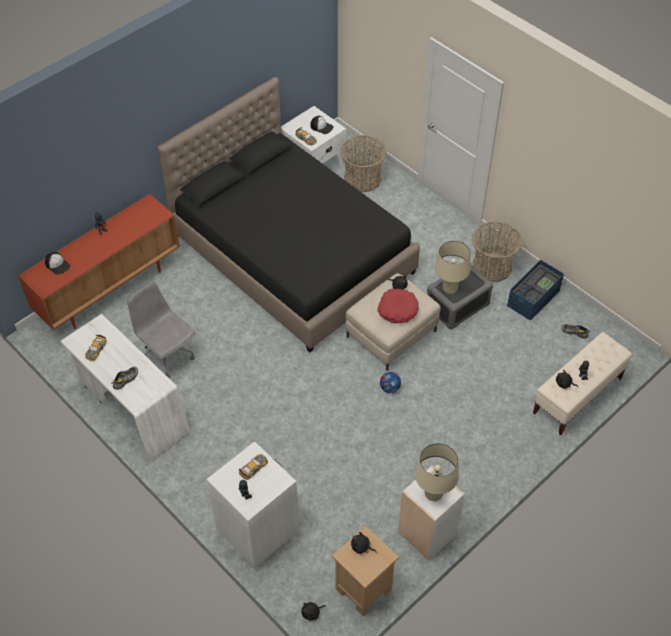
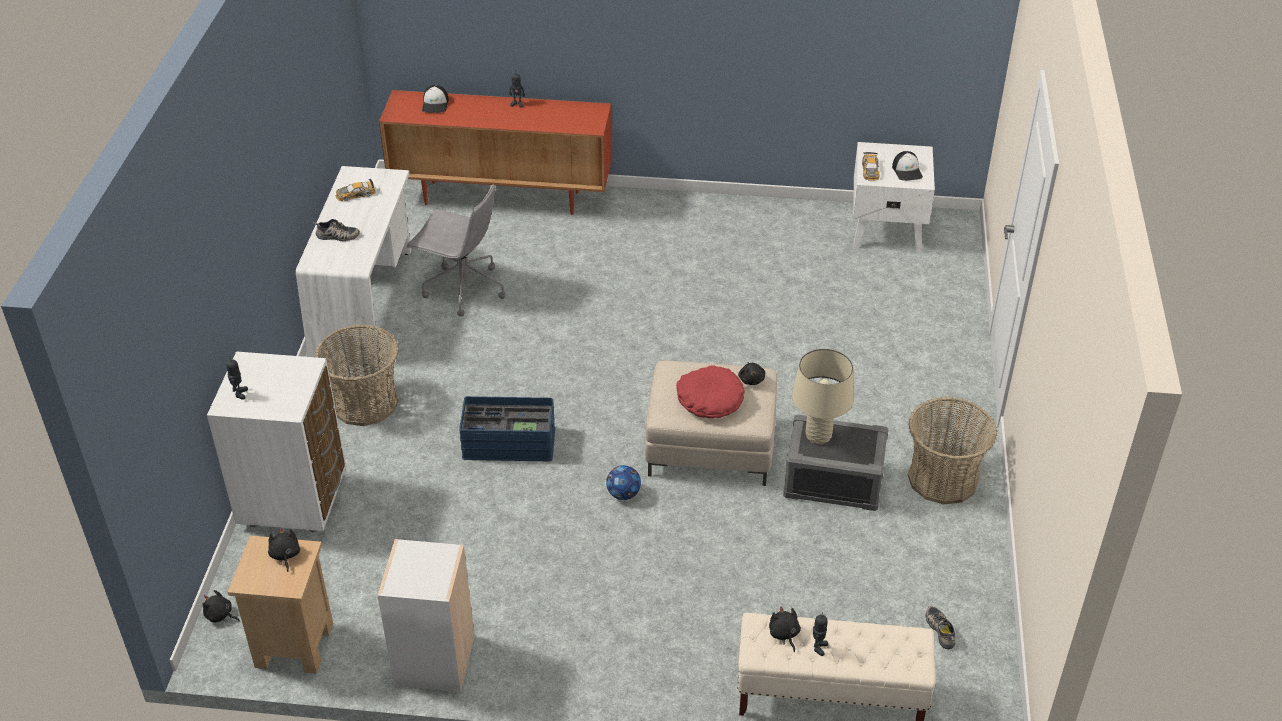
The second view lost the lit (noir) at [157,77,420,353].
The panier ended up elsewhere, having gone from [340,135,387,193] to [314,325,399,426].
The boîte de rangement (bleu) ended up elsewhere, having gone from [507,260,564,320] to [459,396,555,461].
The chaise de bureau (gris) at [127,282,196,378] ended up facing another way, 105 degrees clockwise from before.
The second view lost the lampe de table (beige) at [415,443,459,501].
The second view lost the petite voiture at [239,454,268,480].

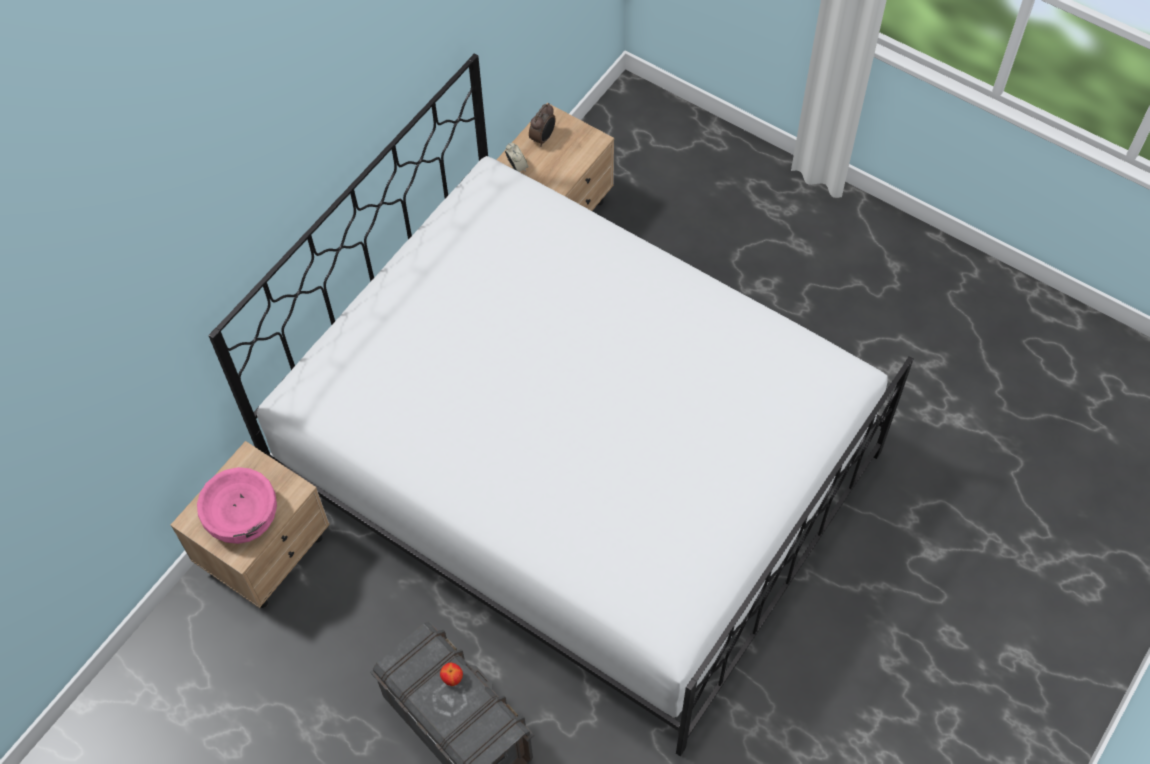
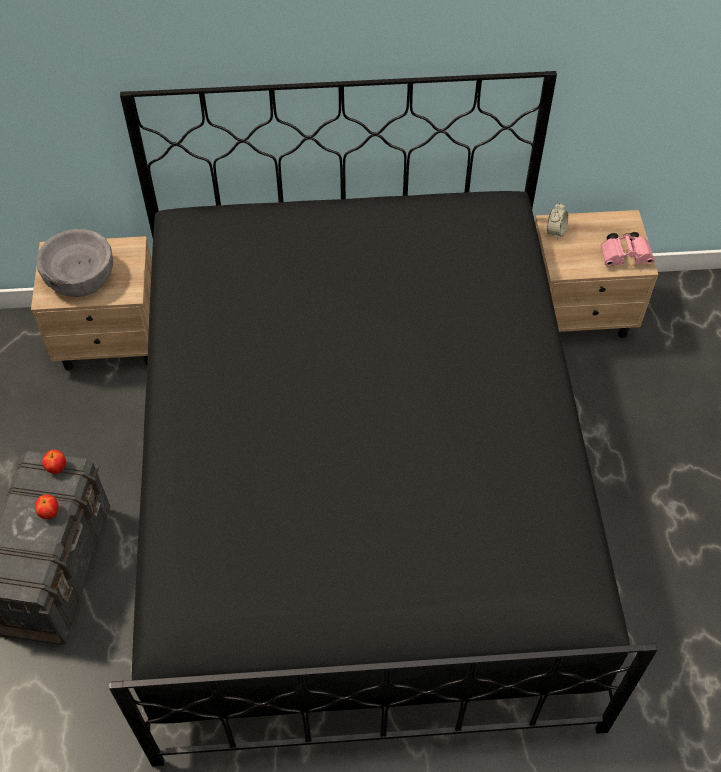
What was the lit (blanc) at [208,53,914,756] turned into the lit (noir) at [109,71,658,766].
The second view lost the réveil at [529,103,555,147].
What was the bol (rose) at [197,467,277,544] turned into the bol (gris) at [36,229,113,297].
The second view gained the jumelles (rose) at [601,232,655,266].
The second view gained the pomme at [42,450,66,474].

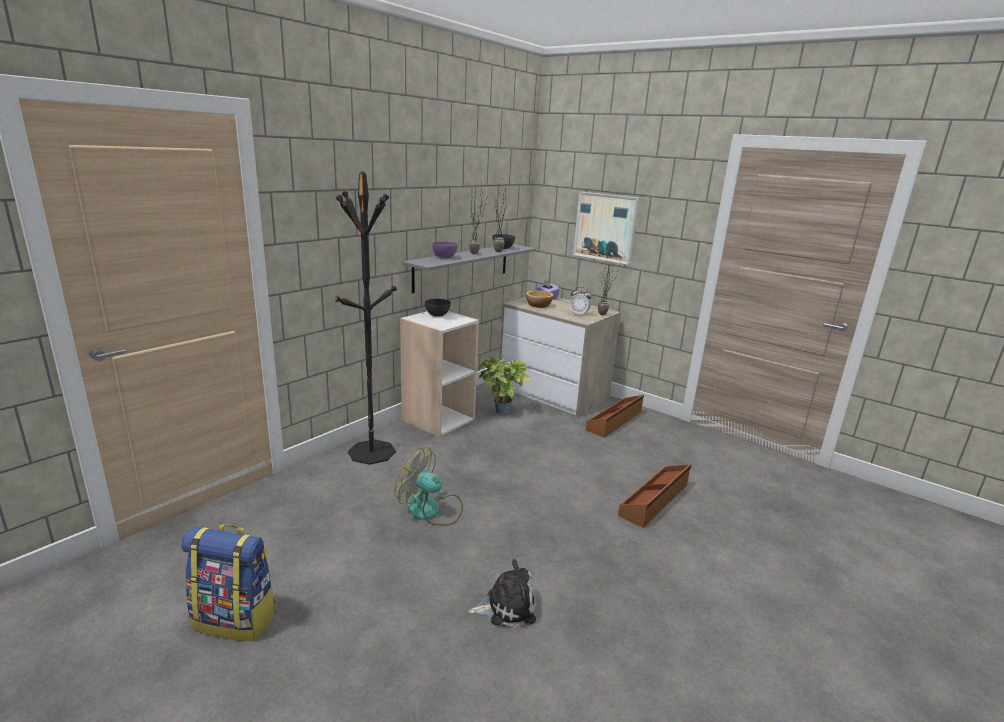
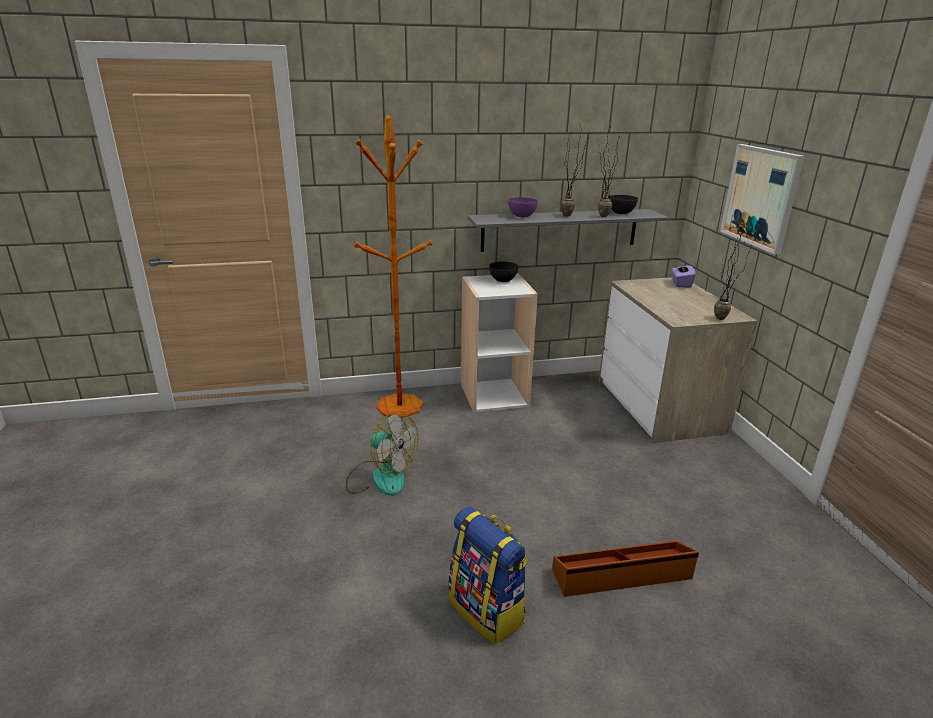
What was the portant (noir) at [334,171,397,465] turned into the portant (orange) at [354,115,433,418].
The second view lost the réveil at [570,287,591,316].
The second view lost the bol at [526,291,553,308].
The second view lost the plante en pot at [478,356,531,414].
The second view lost the boîte de rangement (marron) at [586,395,644,438].
The ventilateur at [394,447,463,526] ended up facing another way, 150 degrees clockwise from before.
The sac à dos ended up elsewhere, having gone from [181,524,276,641] to [449,506,528,644].
The second view lost the peluche at [468,559,536,628].

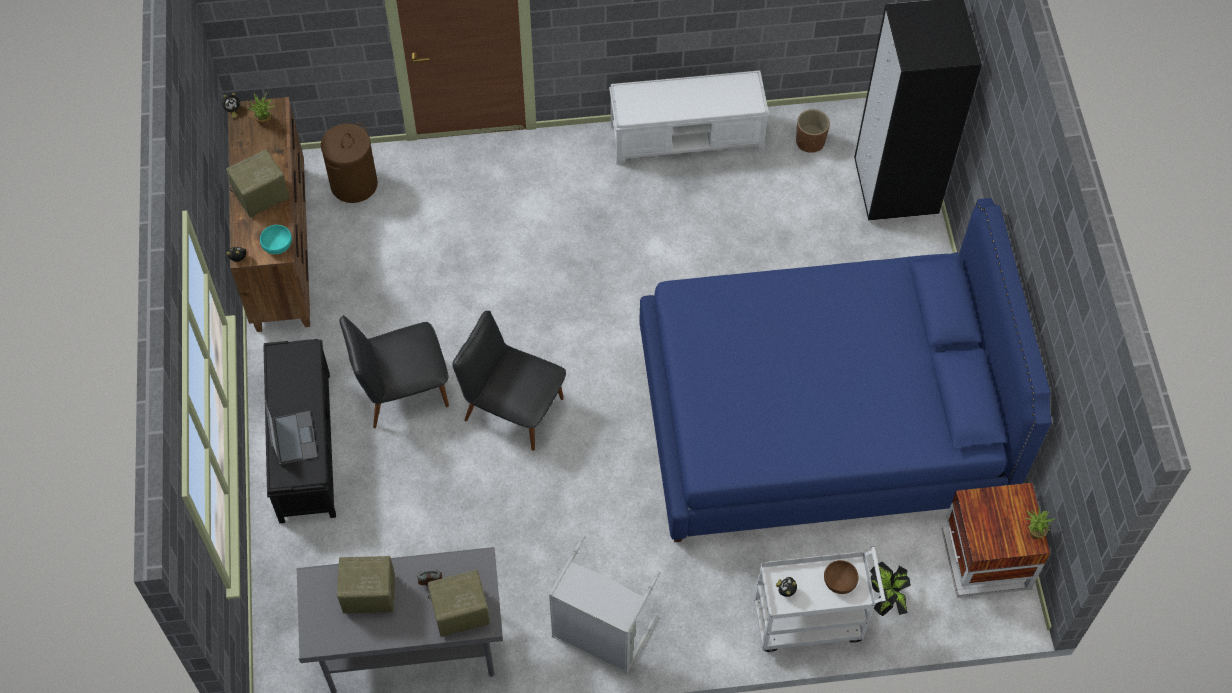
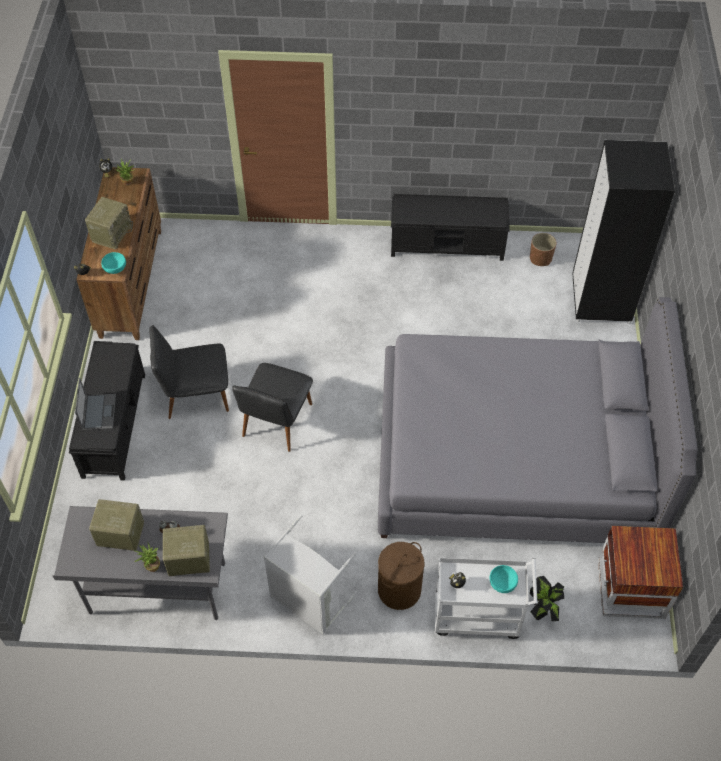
What was the banc (blanc) at [609,70,769,165] turned into the banc (noir) at [391,194,510,261].
The panier à linge (marron) ended up elsewhere, having gone from [321,123,378,203] to [378,542,425,610].
The radio at [226,149,289,218] ended up facing another way, 135 degrees clockwise from before.
What was the lit (bleu) at [639,198,1052,543] turned into the lit (gris) at [378,297,698,543].
The chaise (noir) at [452,311,566,451] ended up facing another way, 105 degrees counterclockwise from before.
The plante en pot ended up elsewhere, having gone from [1024,506,1055,539] to [133,543,160,572].
What was the bol (marron) at [824,560,859,594] turned into the bol (turquoise) at [490,565,518,593].

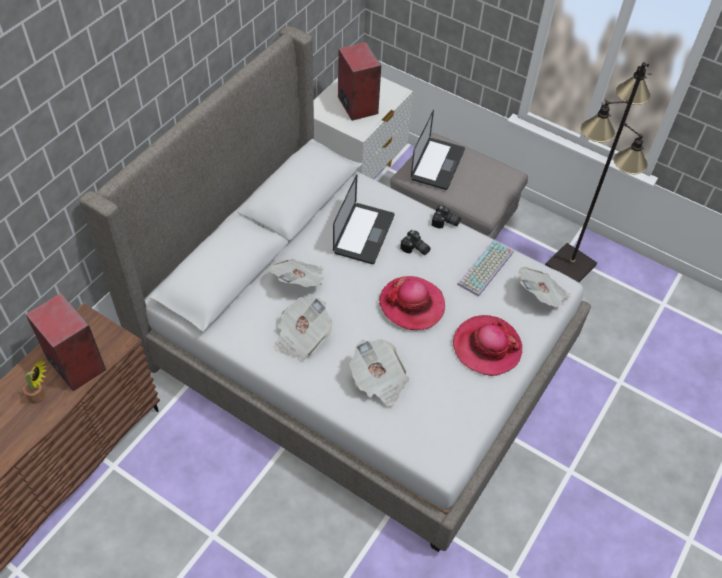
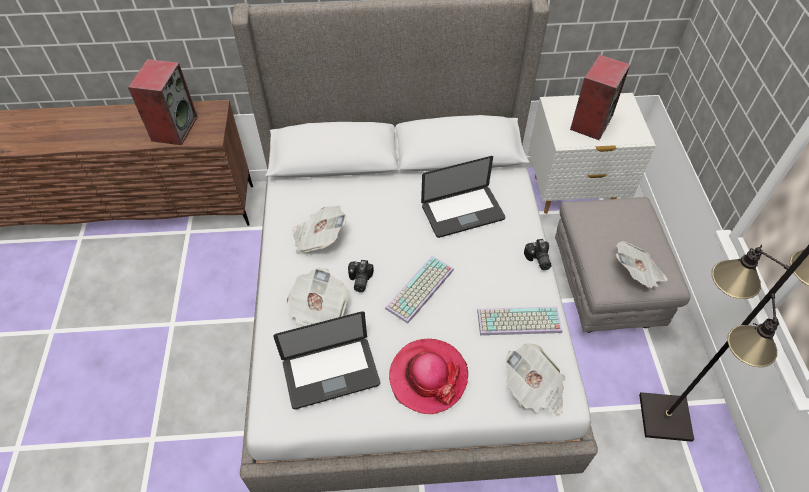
The ordinateur portable ended up elsewhere, having gone from [411,110,465,190] to [273,311,380,409].
The appareil photo ended up elsewhere, having gone from [400,230,431,255] to [348,260,374,292].
The journal ended up elsewhere, having gone from [270,259,324,287] to [615,241,668,288].
Where the chapeau stood at [379,276,445,330], the clavier came to stand at [385,256,454,324].
The second view lost the plante en pot at [23,359,47,404].

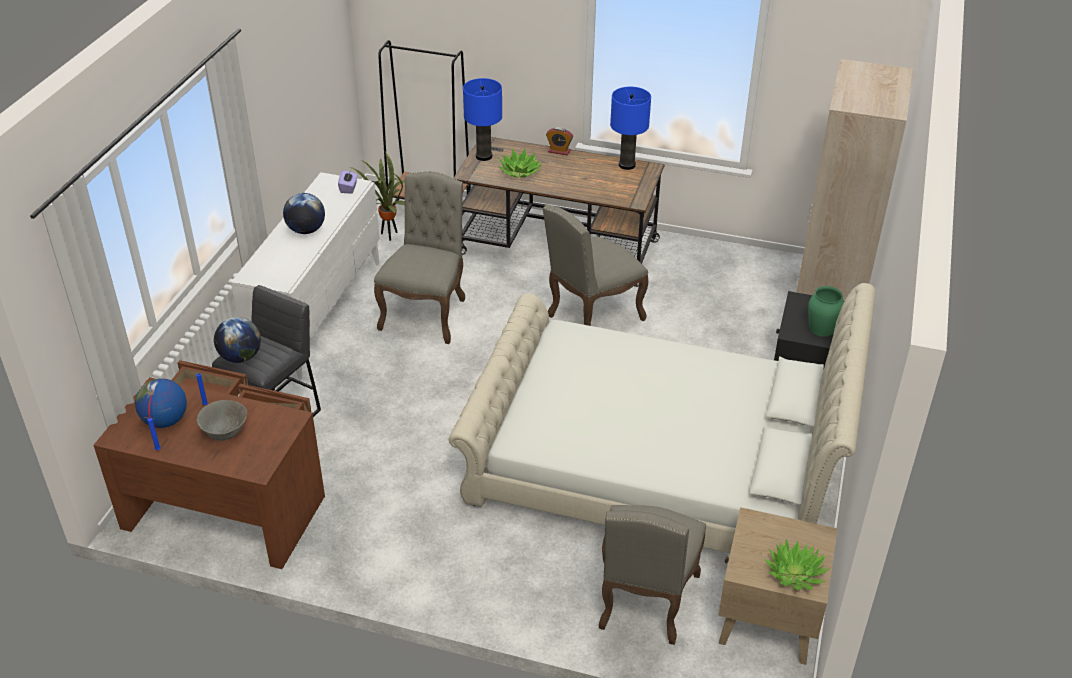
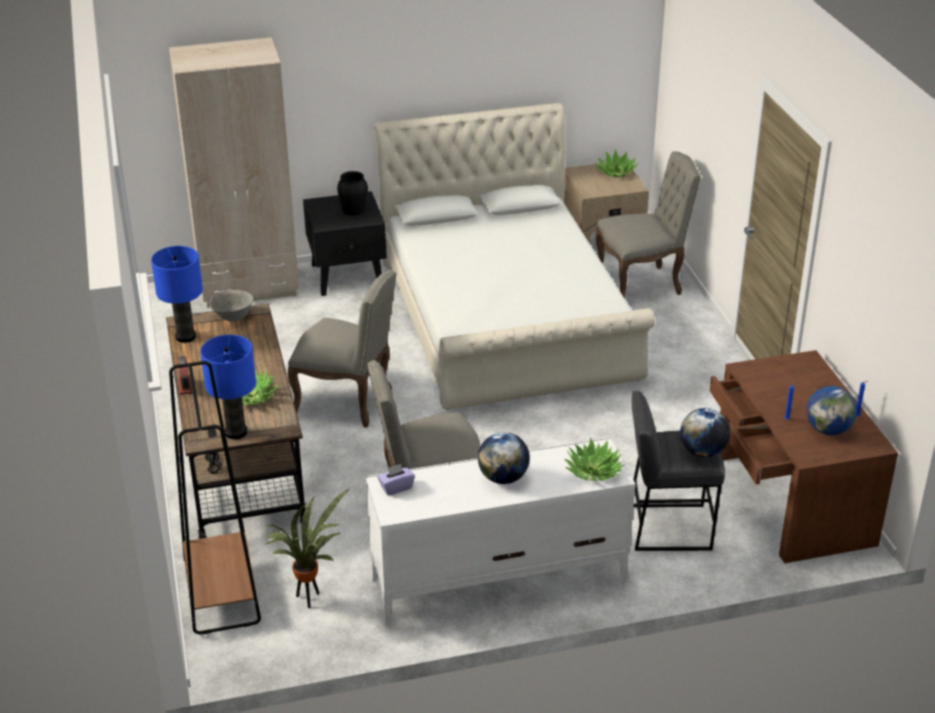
What was the vase (vert) at [808,286,844,337] turned into the vase (noir) at [337,171,368,215].
The bol (gris) ended up elsewhere, having gone from [197,400,247,441] to [210,290,253,321].
The second view gained the plante en pot at [564,437,625,481].

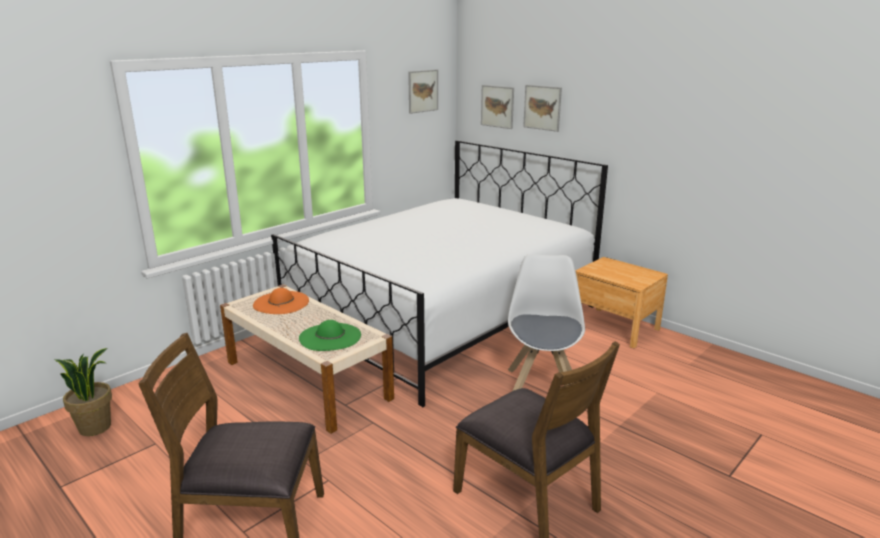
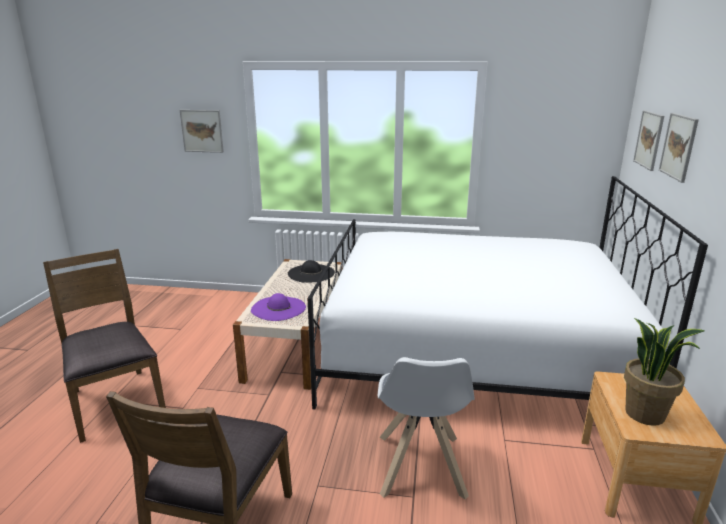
The tableau ended up elsewhere, having gone from [408,69,438,114] to [180,110,224,153].
The chaise at [508,254,585,391] ended up facing another way, 120 degrees clockwise from before.
What was the chapeau (orange) at [253,288,309,314] turned into the chapeau (noir) at [288,260,335,283].
What was the chapeau (vert) at [299,320,361,351] turned into the chapeau (violet) at [251,293,306,321].
The plante en pot ended up elsewhere, having gone from [54,348,112,436] to [624,318,705,426].

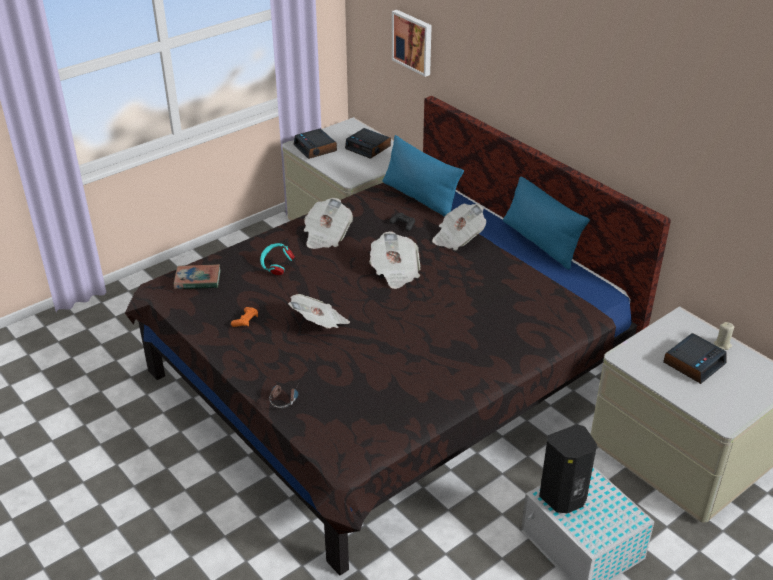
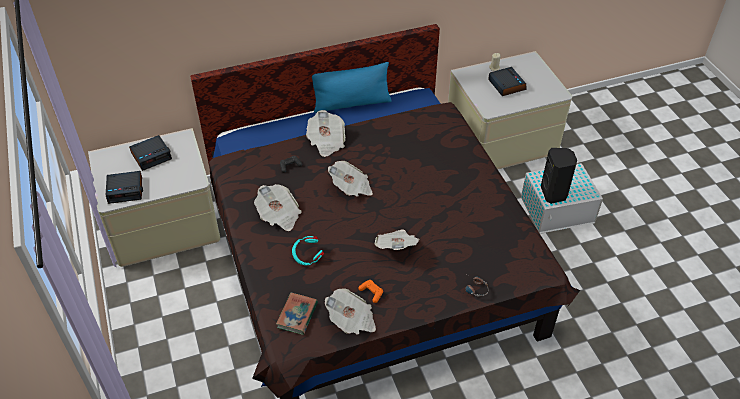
The second view lost the tableau at [392,10,432,77].
The second view lost the coussin (bleu) at [382,135,464,216].
The second view gained the journal at [325,288,376,335].

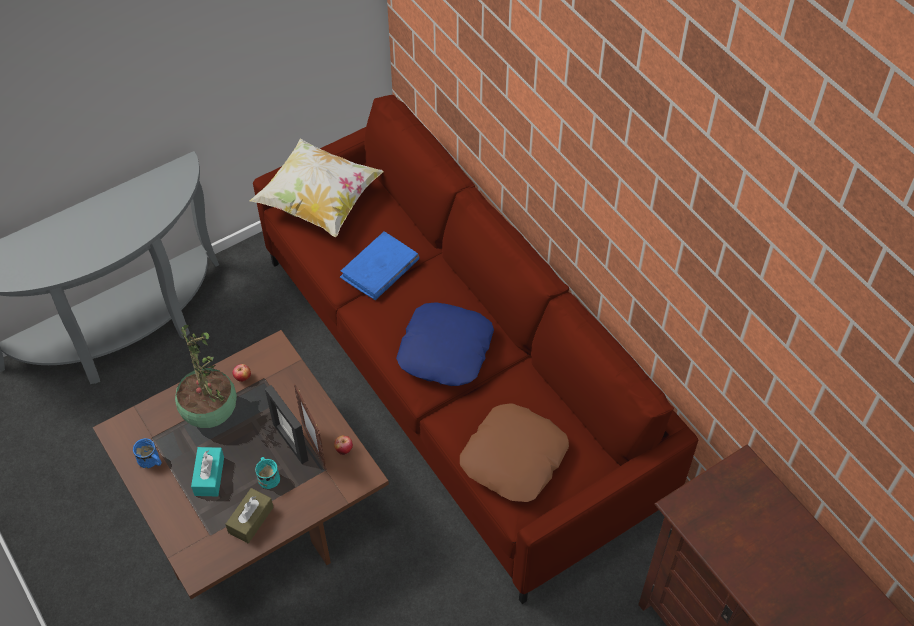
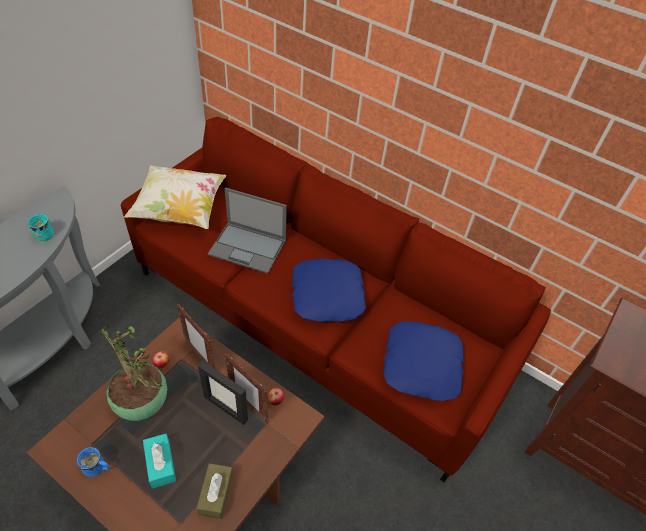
Where the livre (bleu) stood at [340,231,419,300], the ordinateur portable came to stand at [208,187,287,274].
What was the coussin (marron) at [460,403,569,502] turned into the coussin (bleu) at [383,321,464,401].
The mug (turquoise) ended up elsewhere, having gone from [255,457,280,489] to [28,214,54,241].
The second view gained the cadre photo at [176,304,215,368].

